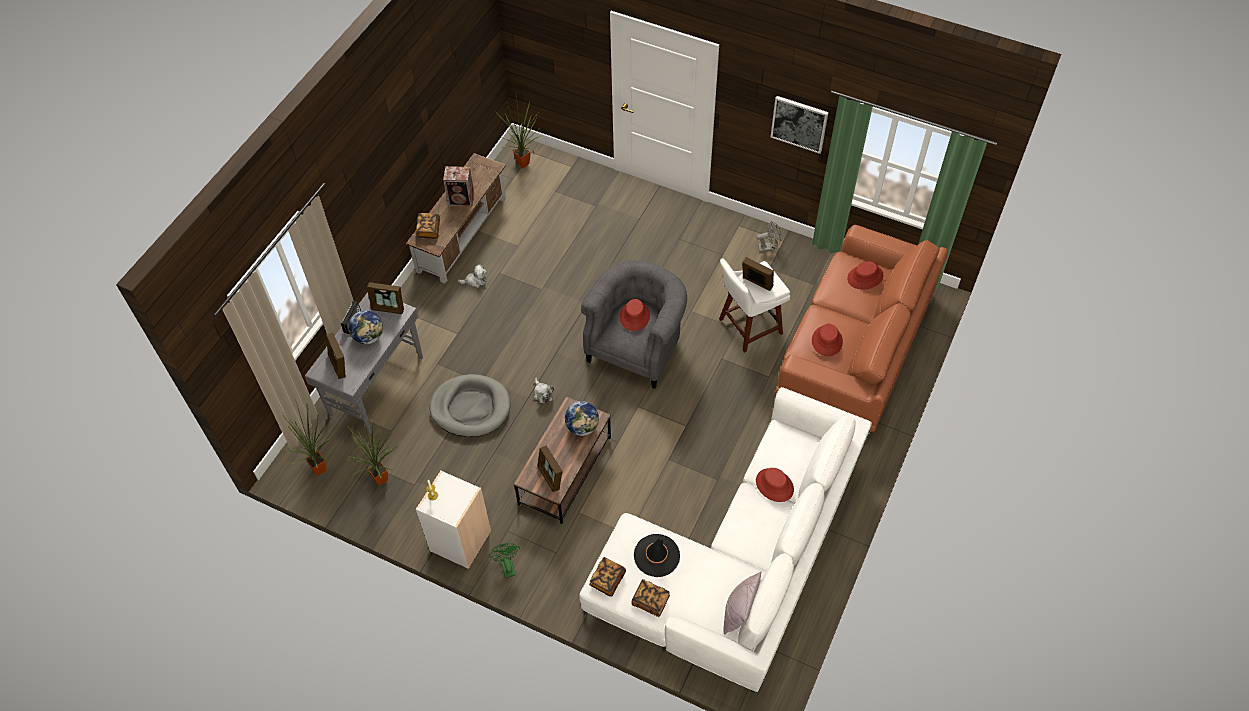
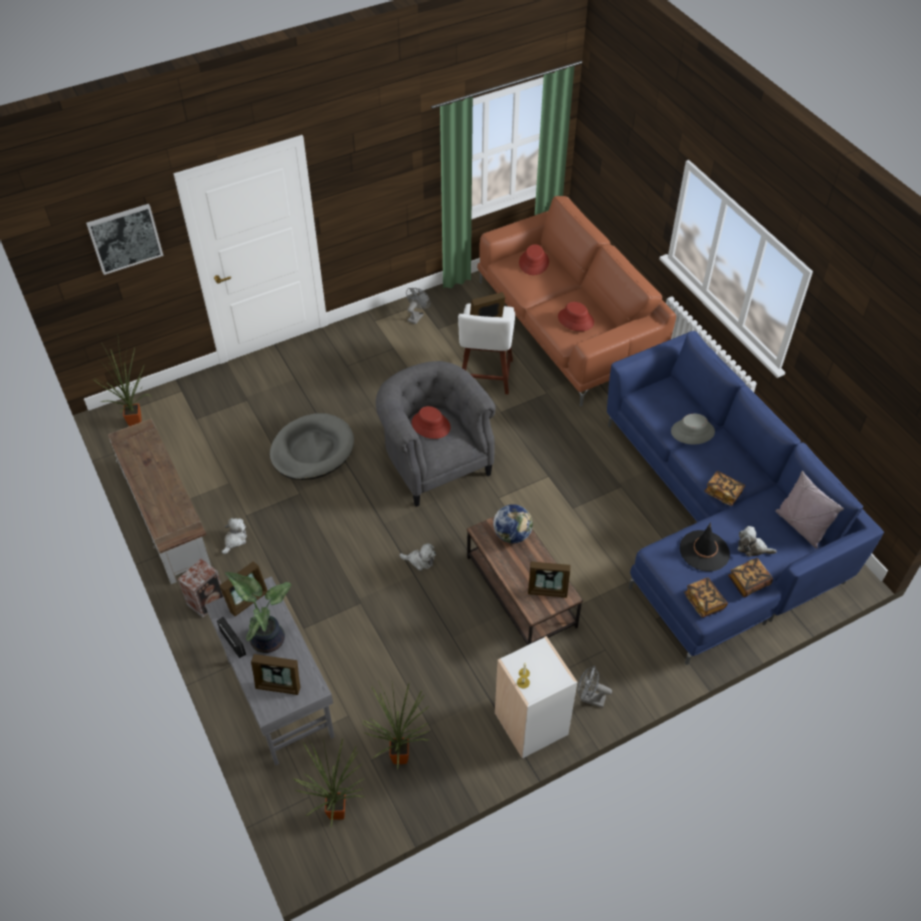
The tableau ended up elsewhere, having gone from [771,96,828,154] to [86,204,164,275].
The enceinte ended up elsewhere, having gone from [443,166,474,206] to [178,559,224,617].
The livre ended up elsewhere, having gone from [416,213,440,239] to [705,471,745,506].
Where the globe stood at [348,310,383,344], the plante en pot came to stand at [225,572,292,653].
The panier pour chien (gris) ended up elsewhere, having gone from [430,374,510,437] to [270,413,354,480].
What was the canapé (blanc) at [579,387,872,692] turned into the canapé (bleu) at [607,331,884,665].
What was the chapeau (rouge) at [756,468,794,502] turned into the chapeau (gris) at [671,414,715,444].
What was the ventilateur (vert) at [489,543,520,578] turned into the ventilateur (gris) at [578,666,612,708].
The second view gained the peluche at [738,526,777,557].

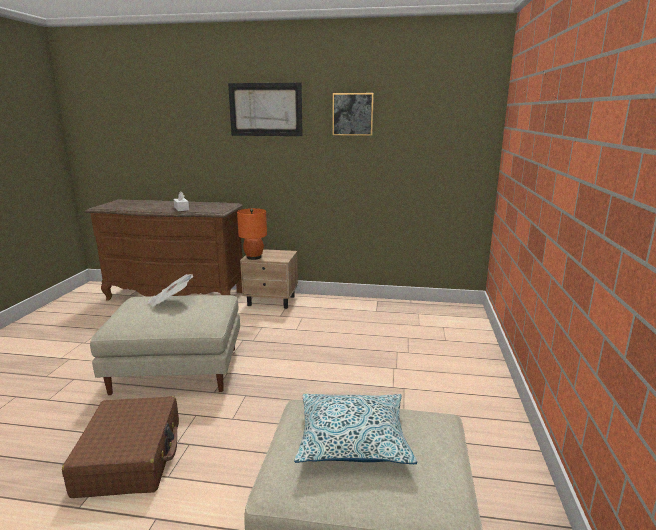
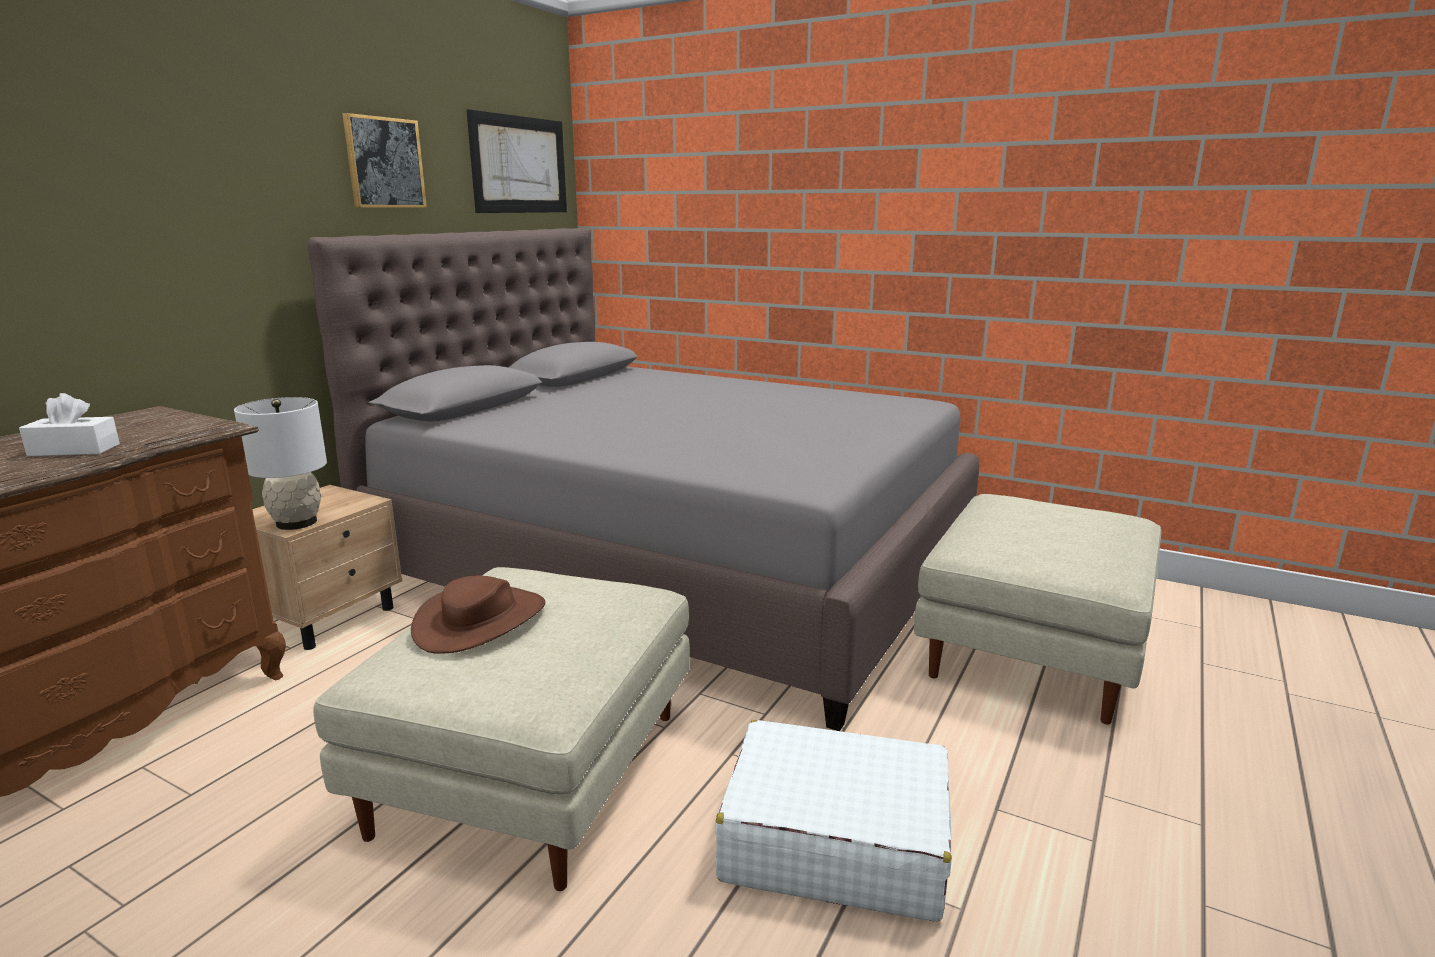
The tableau ended up elsewhere, having gone from [228,83,303,136] to [467,109,567,213].
What was the lampe de table (orange) at [237,208,267,260] turned into the lampe de table (blanc) at [234,397,327,530].
Where the journal stood at [148,274,193,307], the chapeau (marron) came to stand at [411,576,545,654].
The second view lost the coussin at [294,394,417,464].
What was the valise (marron) at [62,396,179,498] turned into the valise (blanc) at [715,720,952,922].
The second view gained the lit (gris) at [307,228,979,731].

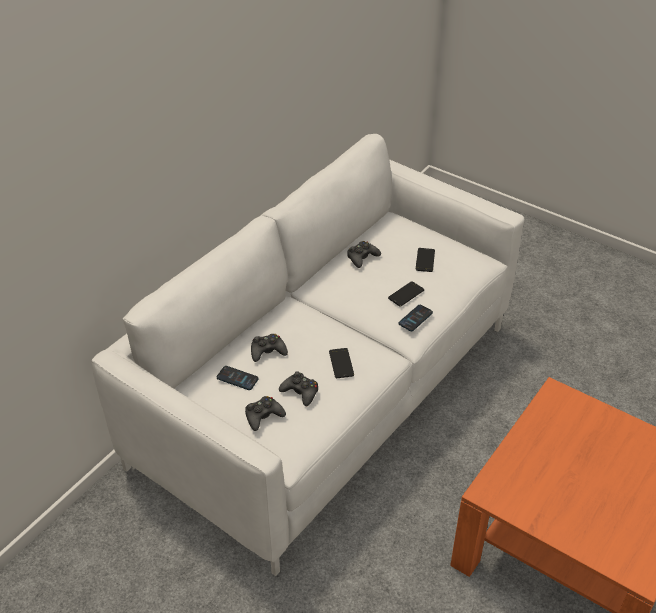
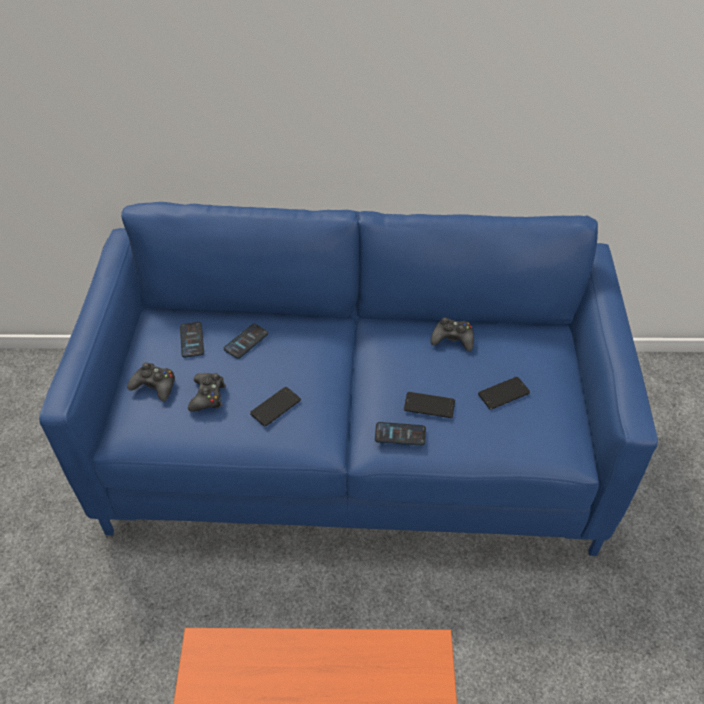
What was the canapé (blanc) at [91,134,525,576] turned into the canapé (bleu) at [39,202,658,556].
Where the manette (noir) stood at [251,334,288,362], the téléphone came to stand at [224,324,268,359].

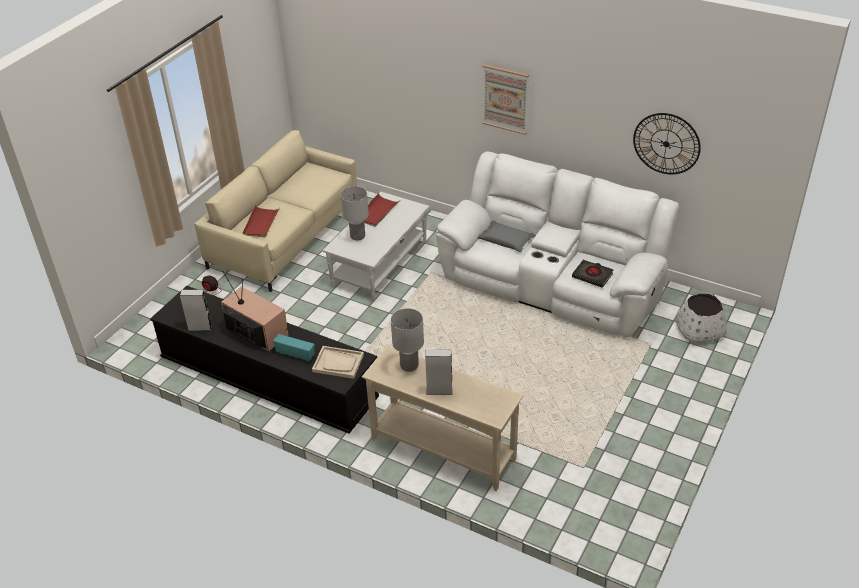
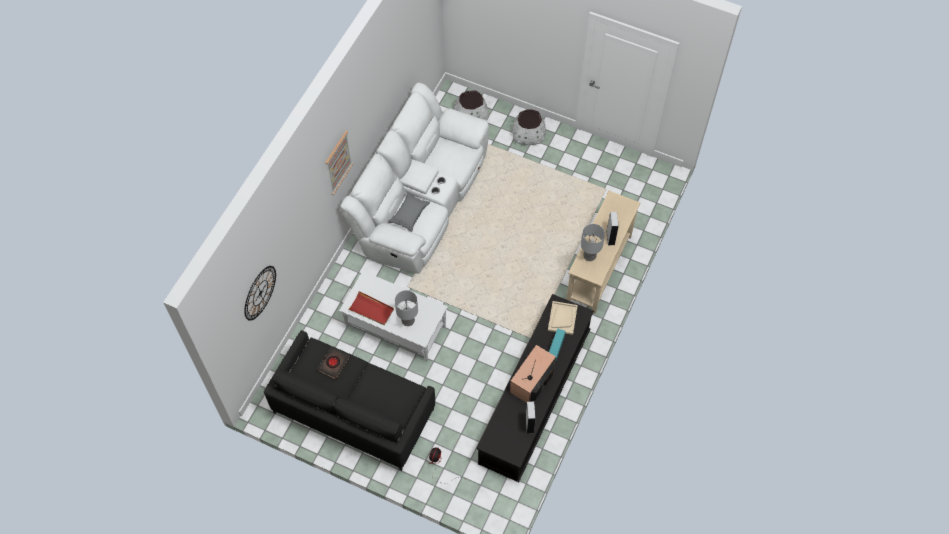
The horloge murale ended up elsewhere, having gone from [633,113,701,175] to [244,266,276,321].
What was the canapé (beige) at [194,130,357,292] turned into the canapé (noir) at [264,330,435,471].
The second view lost the plateau (rouge) at [243,205,280,238].
The livre (noir) ended up elsewhere, having gone from [572,260,614,288] to [317,347,350,380].
The second view gained the cache-pot (blanc) at [512,109,546,145].

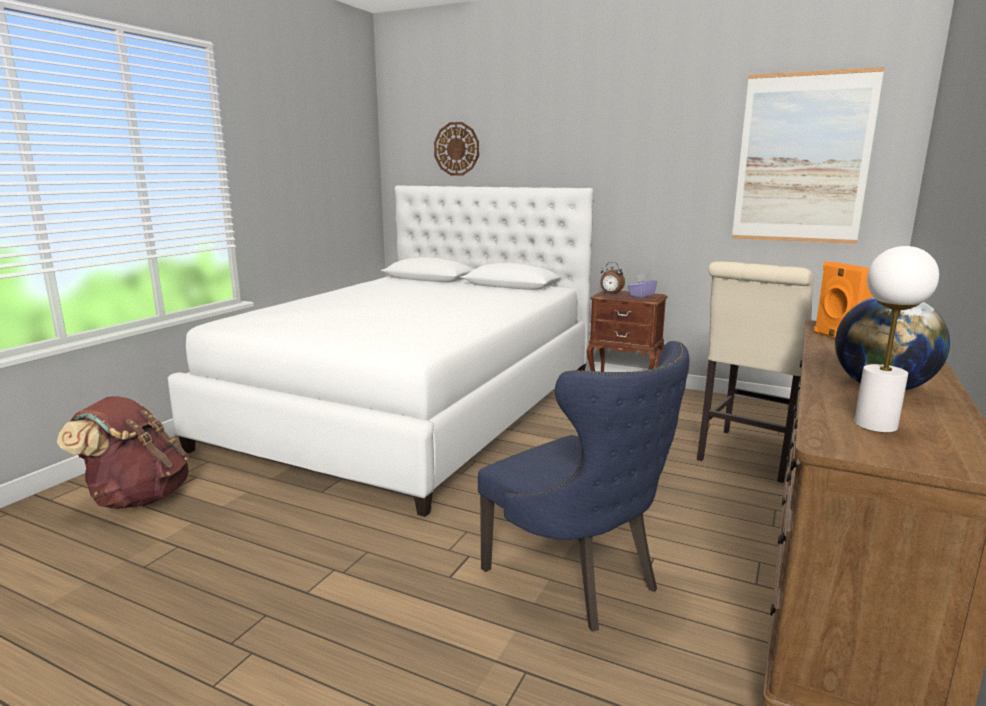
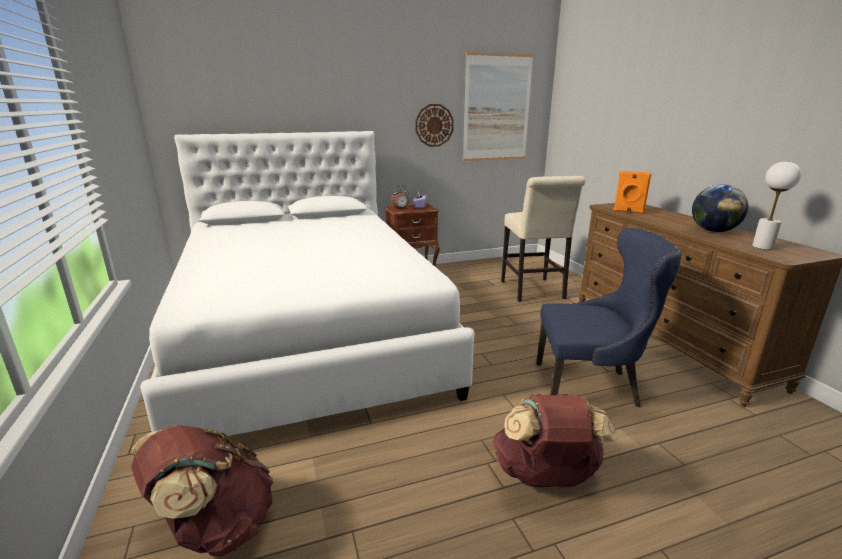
The horloge murale ended up elsewhere, having gone from [434,122,479,176] to [415,104,454,147].
The second view gained the sac à dos (marron) at [493,393,617,488].

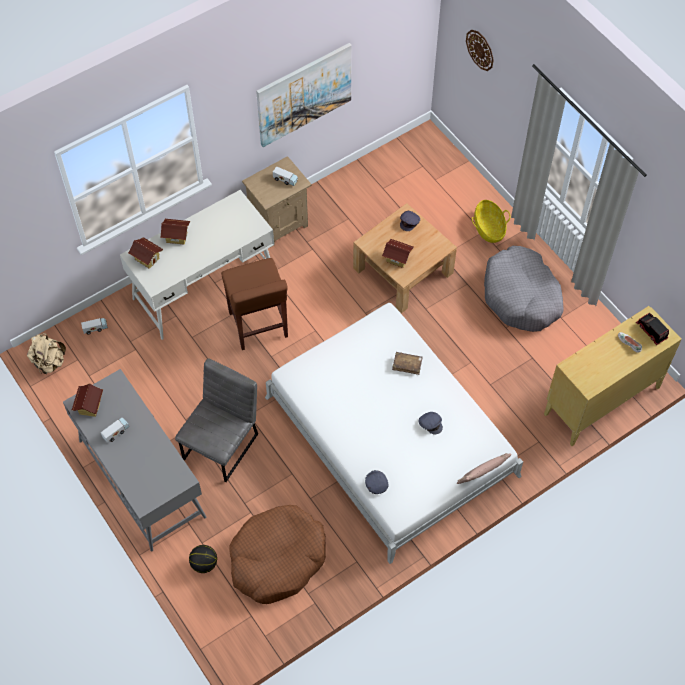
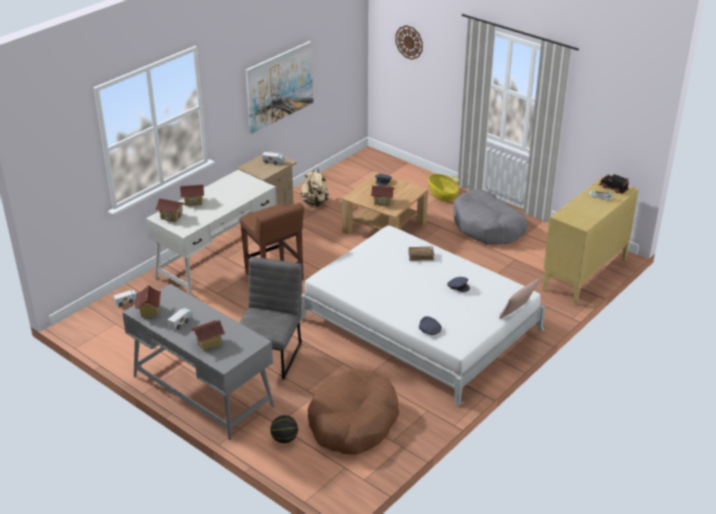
The sac à dos (beige) ended up elsewhere, having gone from [27,333,66,375] to [301,168,329,207].
The second view gained the maison miniature at [190,320,226,351].

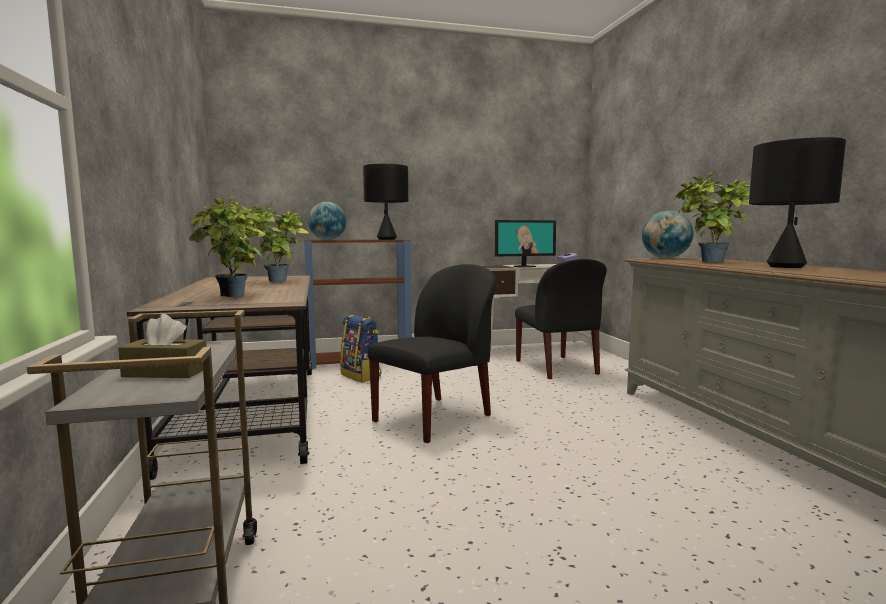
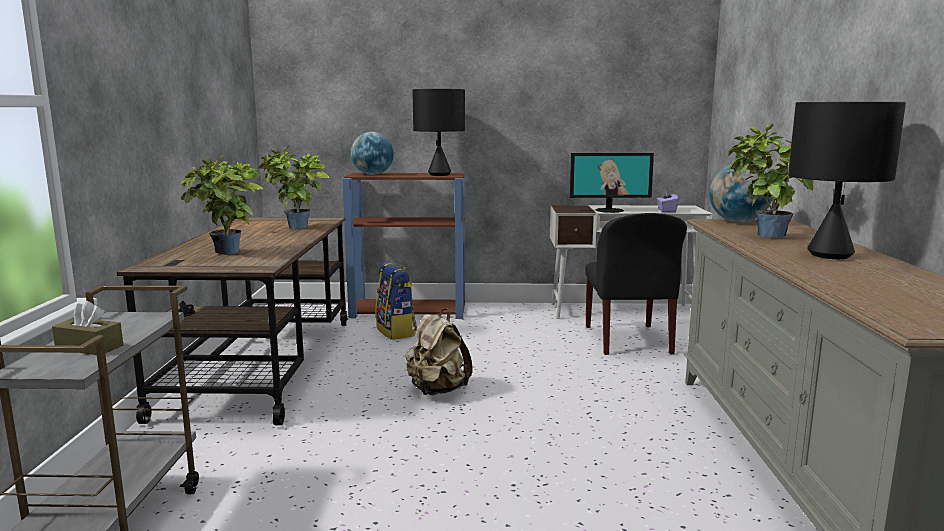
Where the chaise (noir) stood at [368,264,496,443], the sac à dos (beige) came to stand at [405,309,473,395].

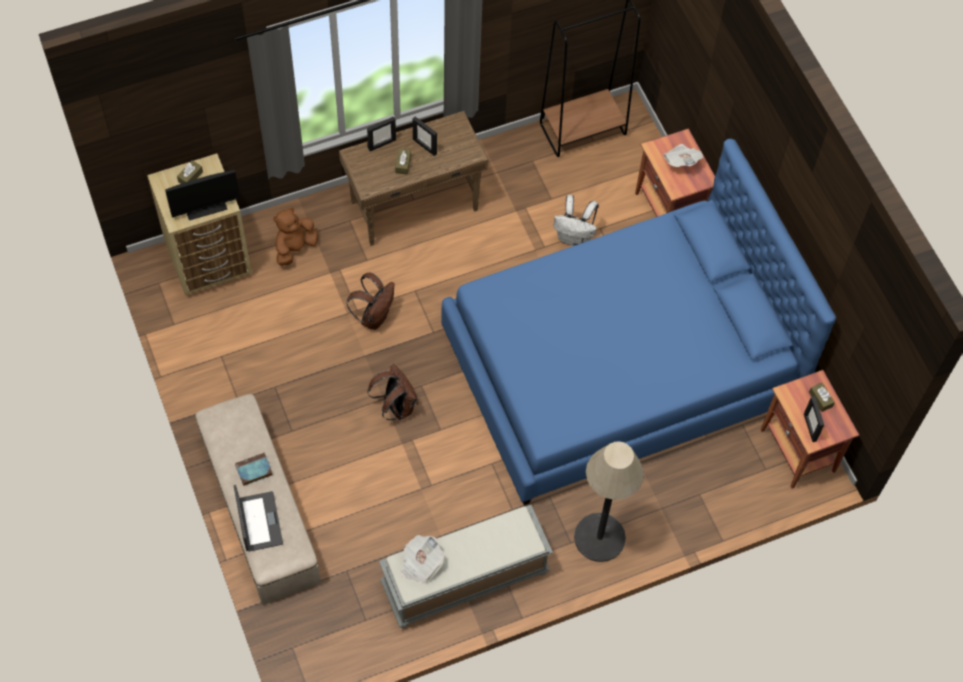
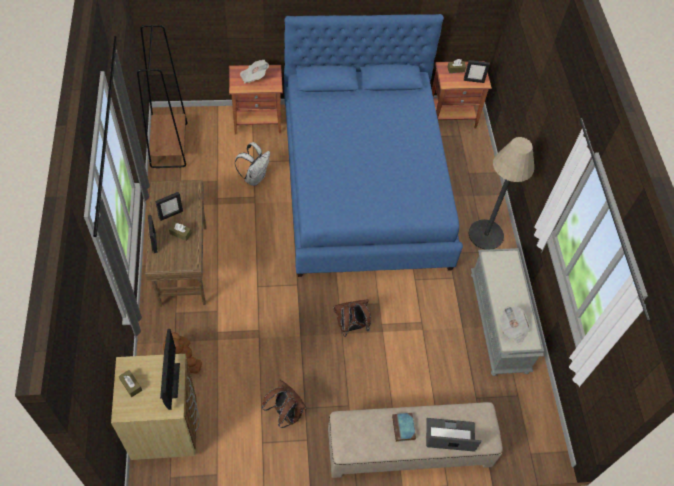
The sac à dos (marron) ended up elsewhere, having gone from [346,272,395,330] to [262,380,307,428].

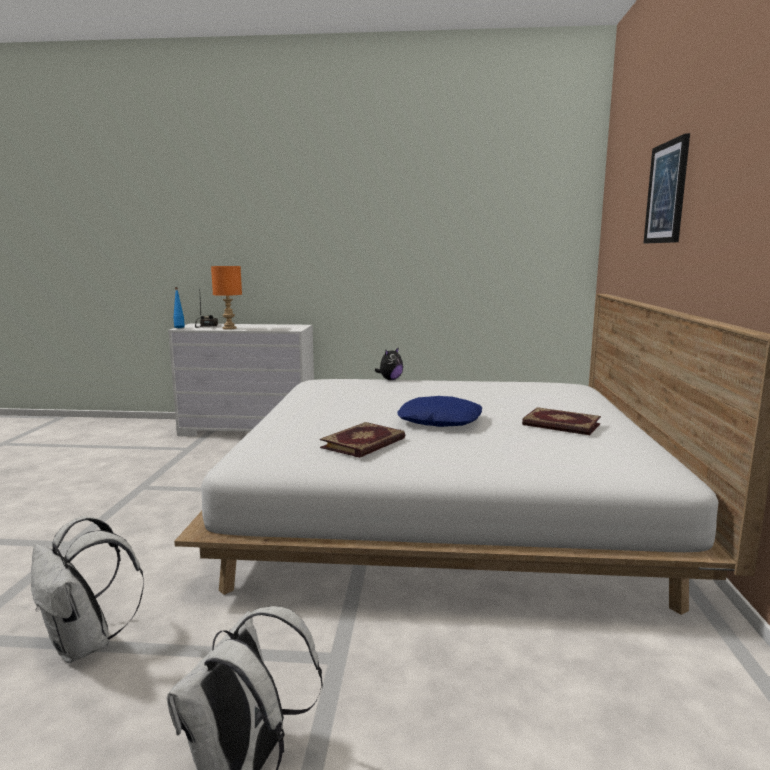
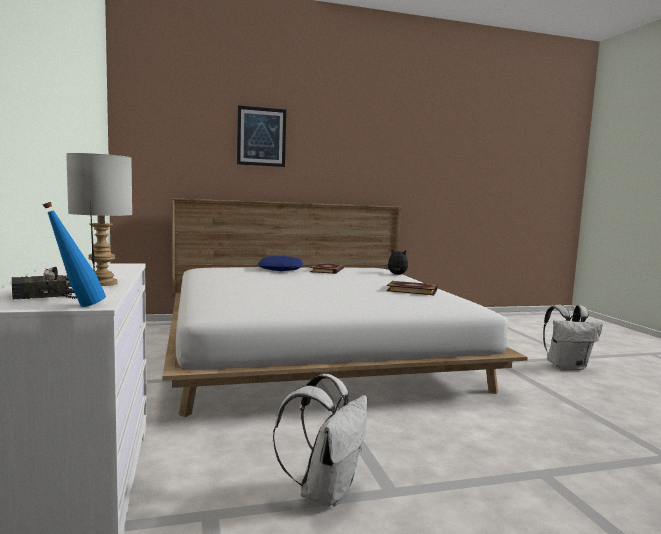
What was the lampe de table (orange) at [211,266,242,329] turned into the lampe de table (gris) at [66,153,132,286].
The peluche ended up elsewhere, having gone from [375,347,403,380] to [385,249,408,275].
The coussin (bleu) ended up elsewhere, having gone from [397,396,482,427] to [258,256,303,271].
The sac à dos (blanc) ended up elsewhere, having gone from [31,516,144,663] to [273,374,367,508].

